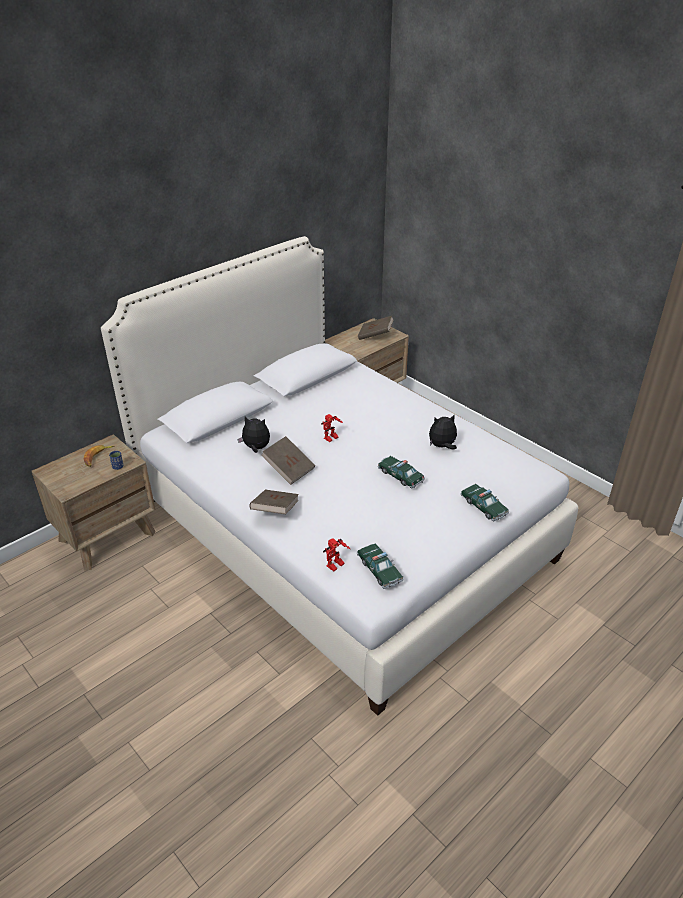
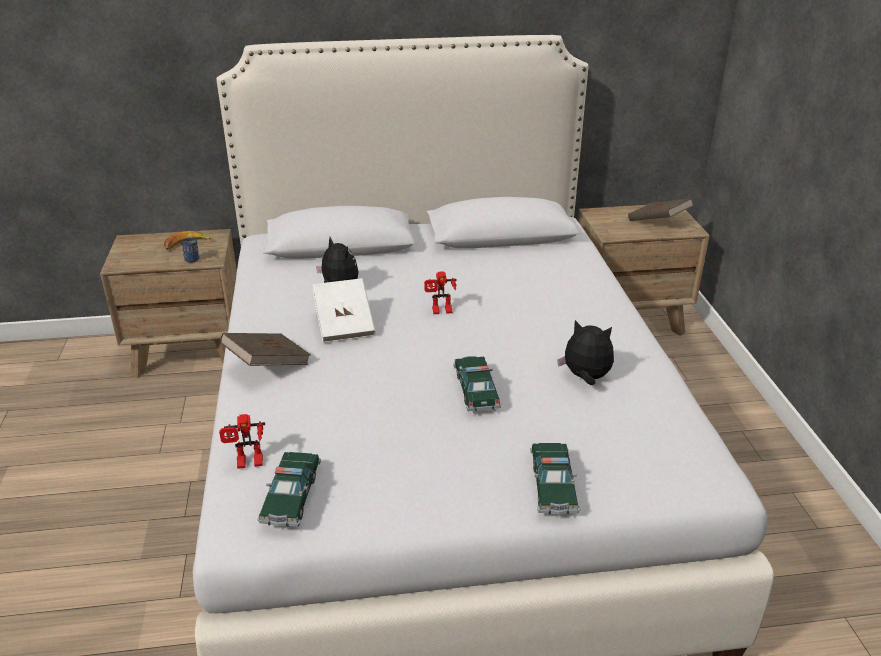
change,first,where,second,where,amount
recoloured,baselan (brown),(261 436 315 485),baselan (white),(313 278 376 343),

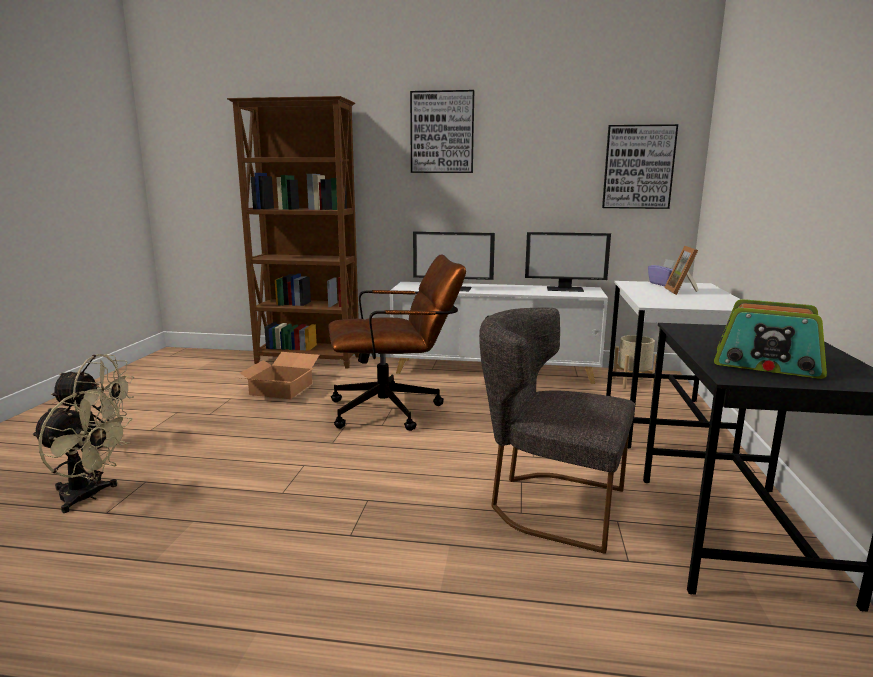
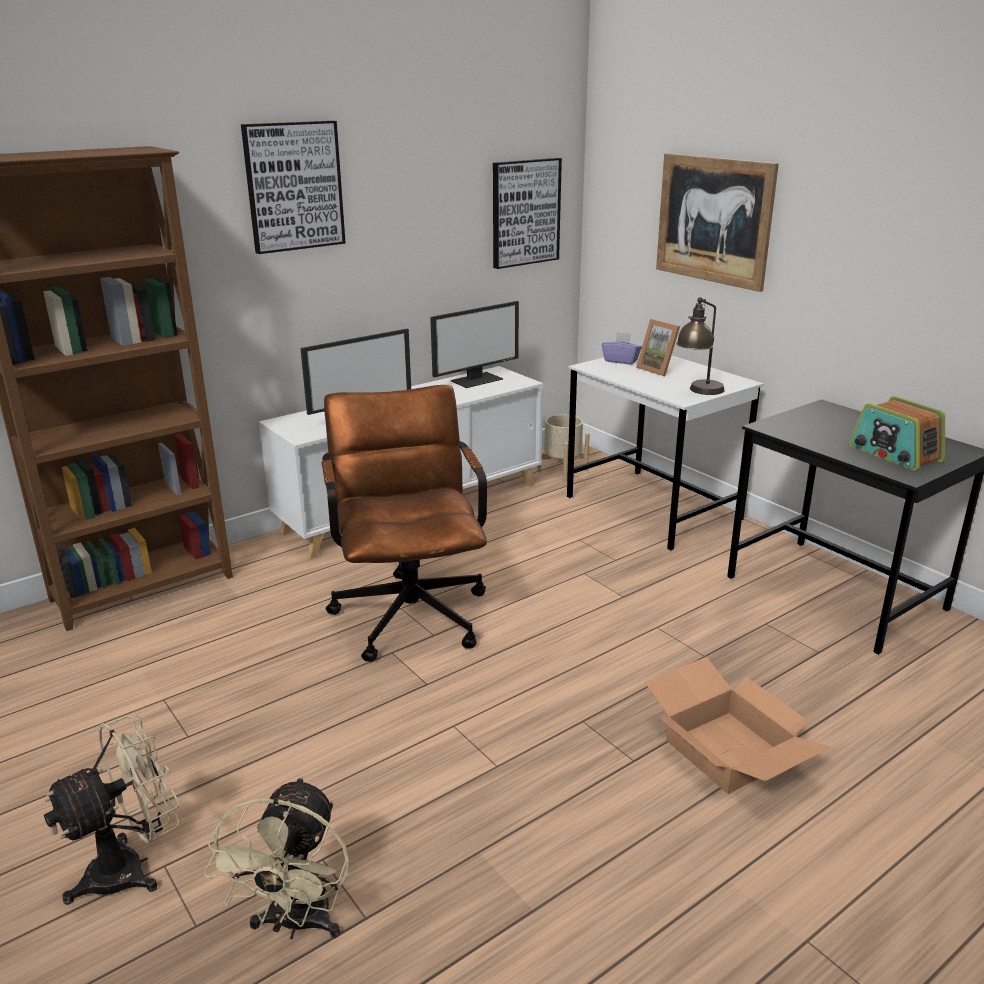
change,first,where,second,where,amount
turned,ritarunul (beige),(32 391 132 513),,(204 776 350 939),120 degrees clockwise
turned,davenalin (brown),(328 255 466 431),,(322 385 487 662),45 degrees counterclockwise
moved,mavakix,(240 352 319 399),,(645 657 831 794),
added,,,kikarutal,(656 153 779 292),
added,,,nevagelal,(676 297 725 395),
turned,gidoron,(714 299 827 379),,(849 396 945 471),75 degrees clockwise
removed,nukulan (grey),(479 308 635 554),,,

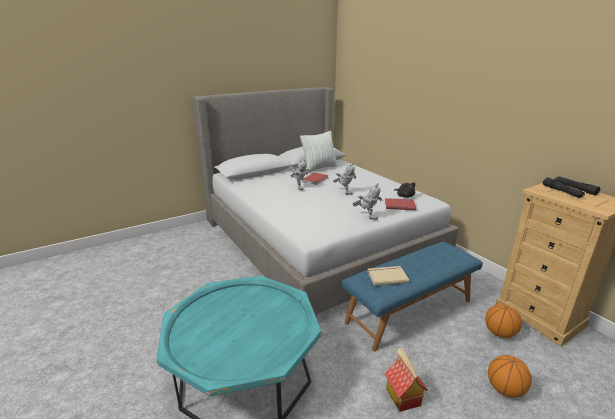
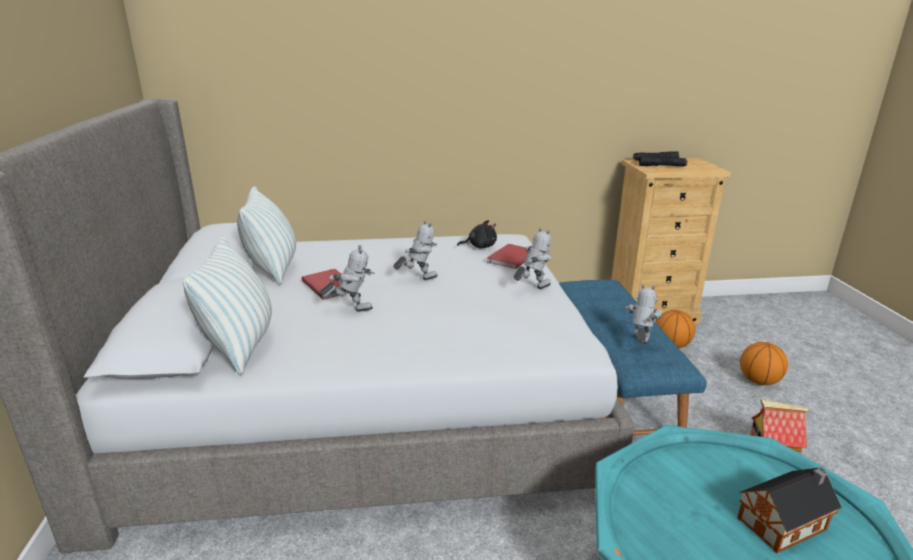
change,first,where,second,where,amount
added,,,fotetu,(183 237 272 375),
replaced,baselan (beige),(367 266 409 286),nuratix,(626 284 662 344),
added,,,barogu,(737 467 842 553),

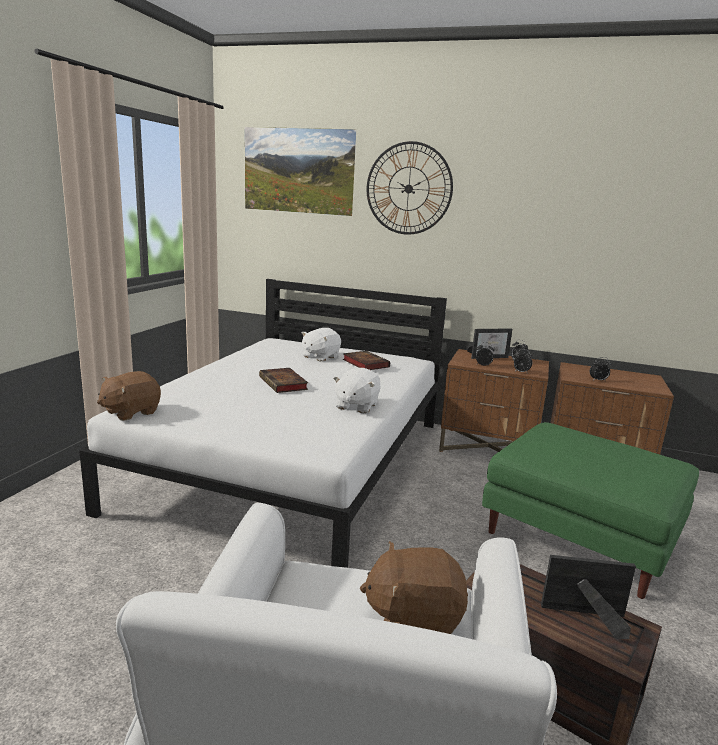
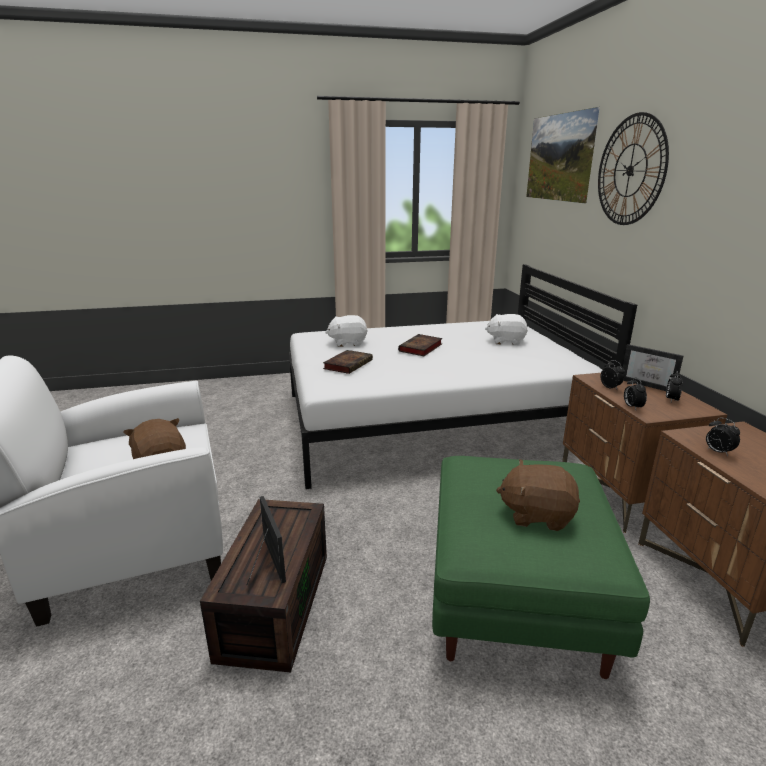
change,first,where,second,where,amount
moved,baselan,(343 351 390 370),,(323 350 373 374),
moved,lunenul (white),(333 368 381 413),,(325 315 368 347),
moved,lunenul (brown),(97 371 161 421),,(496 459 580 531),

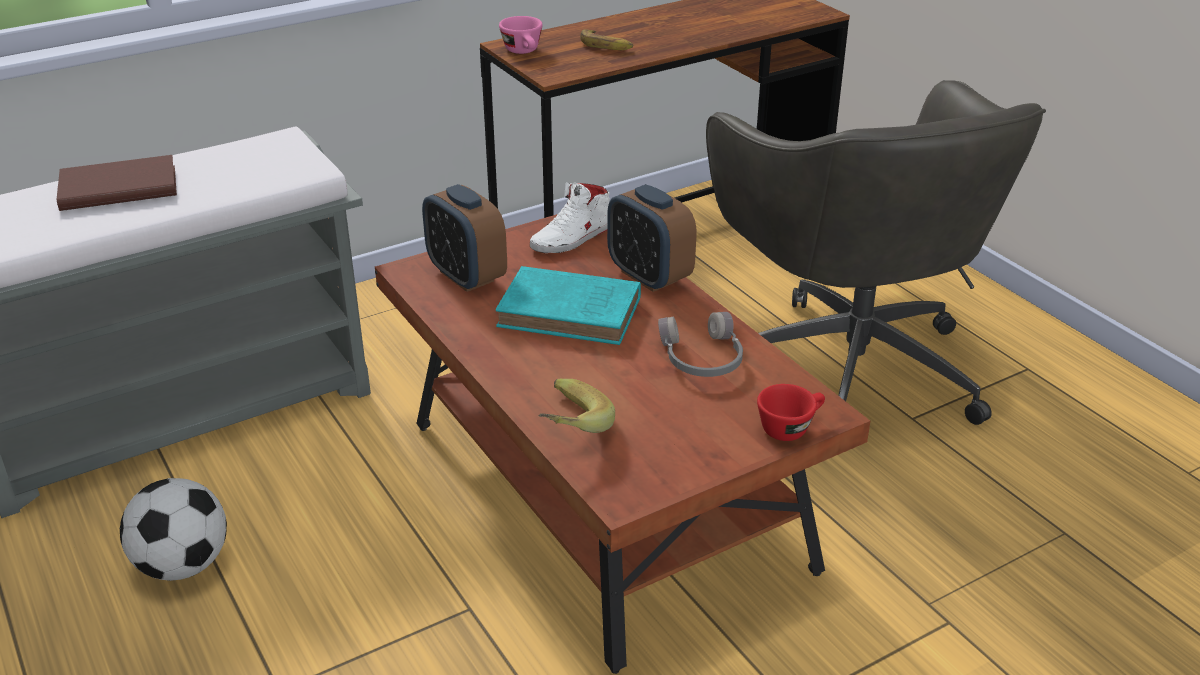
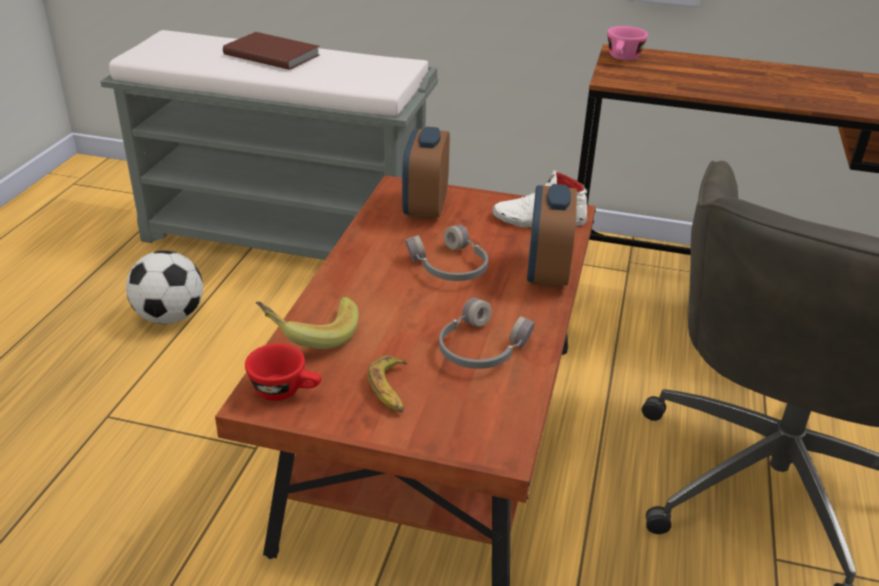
change,first,where,second,where,amount
moved,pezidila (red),(757 384 825 441),,(245 343 322 401),
moved,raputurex,(580 29 633 50),,(367 355 407 412),
replaced,baselan (turquoise),(496 266 641 345),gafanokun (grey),(405 225 488 281),

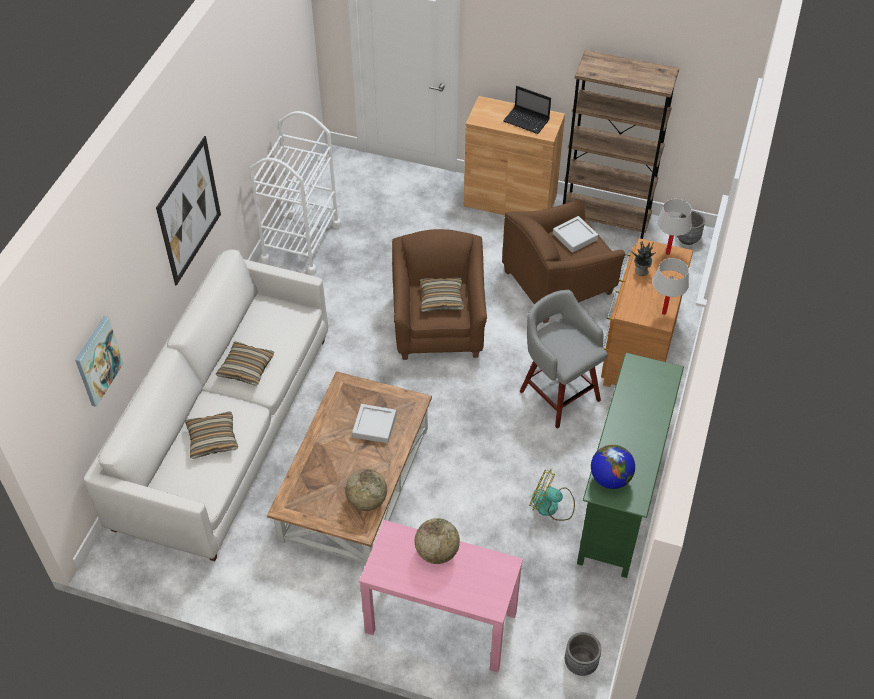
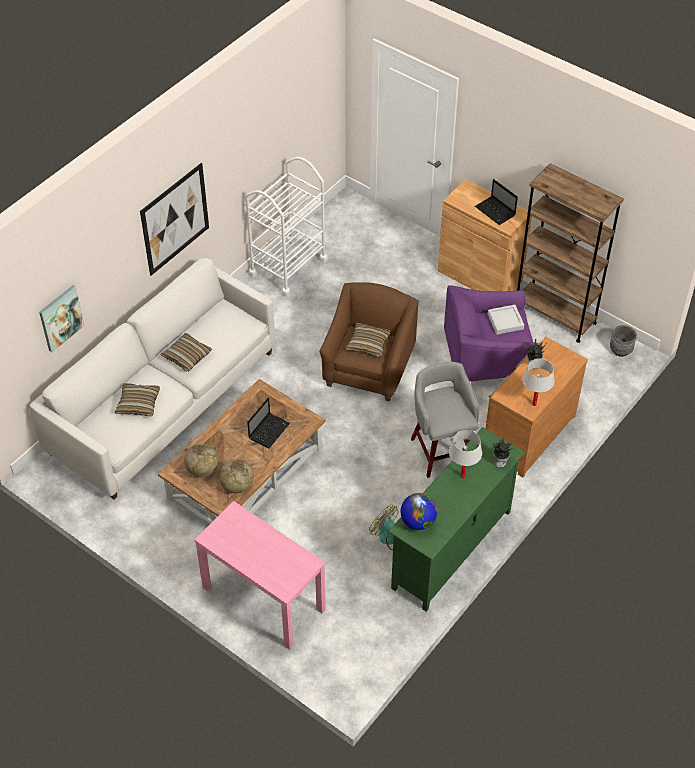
change,first,where,second,where,amount
moved,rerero,(415 518 460 564),,(184 444 218 478),
replaced,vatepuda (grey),(352 404 396 444),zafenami,(247 397 290 448),
recoloured,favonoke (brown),(502 199 625 323),favonoke (purple),(444 285 538 381),
moved,nevagelal (white),(657 199 692 255),,(449 430 482 478),
added,,,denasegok,(491 436 515 468),
removed,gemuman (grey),(565 632 601 676),,,

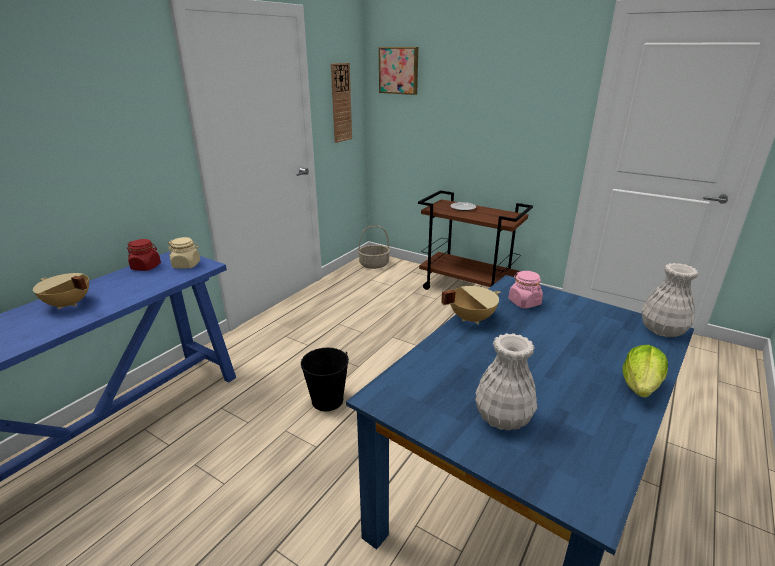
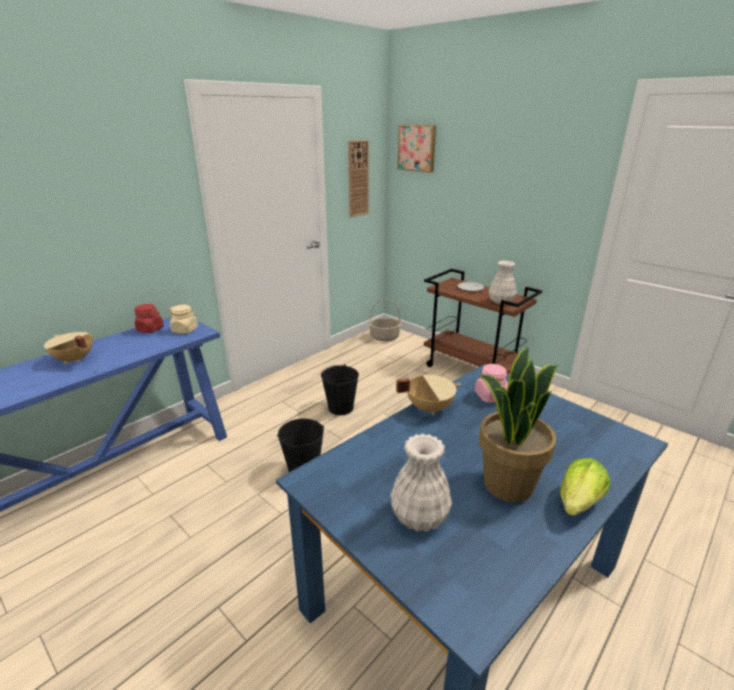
change,first,where,second,where,amount
added,,,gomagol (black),(321 364 359 415),
added,,,denasegok,(479 346 558 503),
moved,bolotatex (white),(642 263 699 337),,(489 261 517 304),

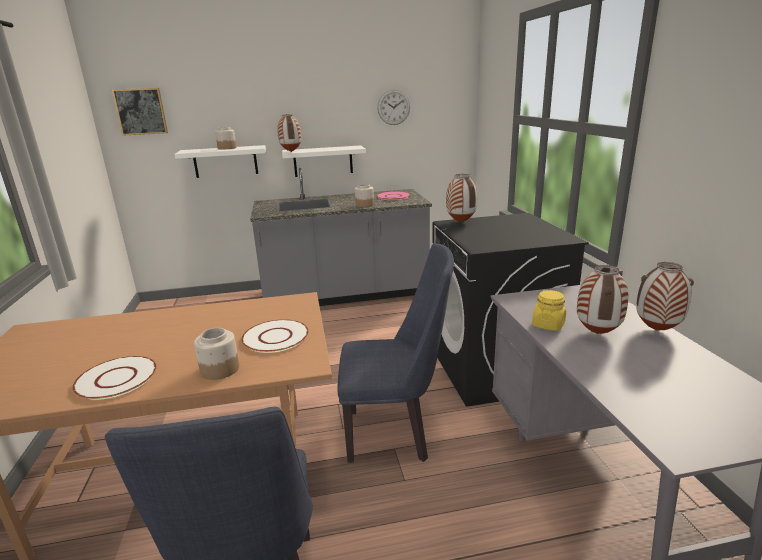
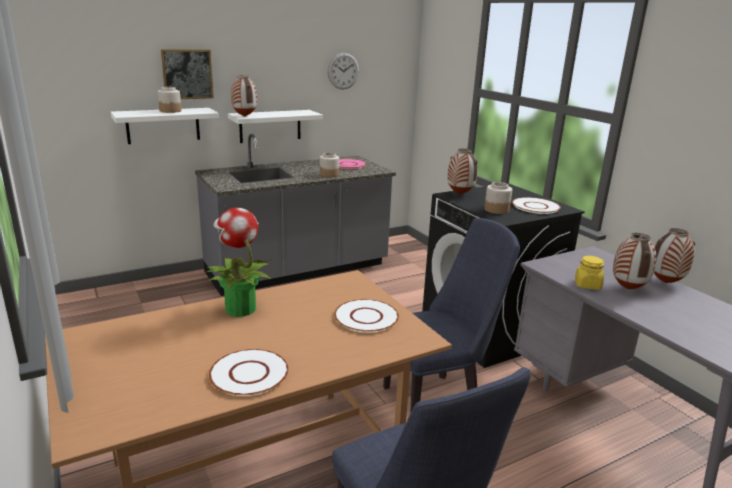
change,first,where,second,where,amount
moved,kikarutal,(112 88 168 136),,(161 49 214 99),
added,,,denasegok,(207 208 272 317),
moved,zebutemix,(194 328 239 380),,(484 182 512 214),
added,,,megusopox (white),(512 197 561 214),

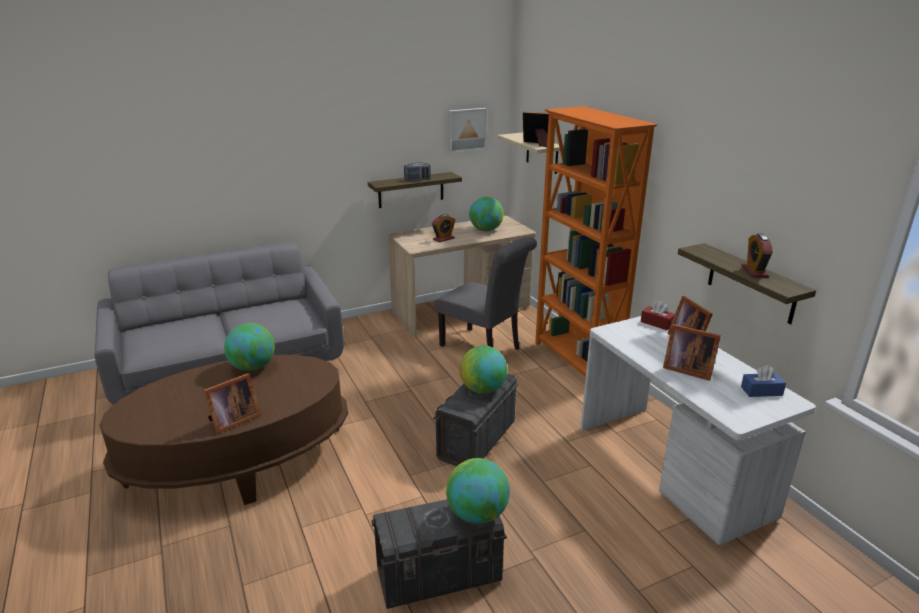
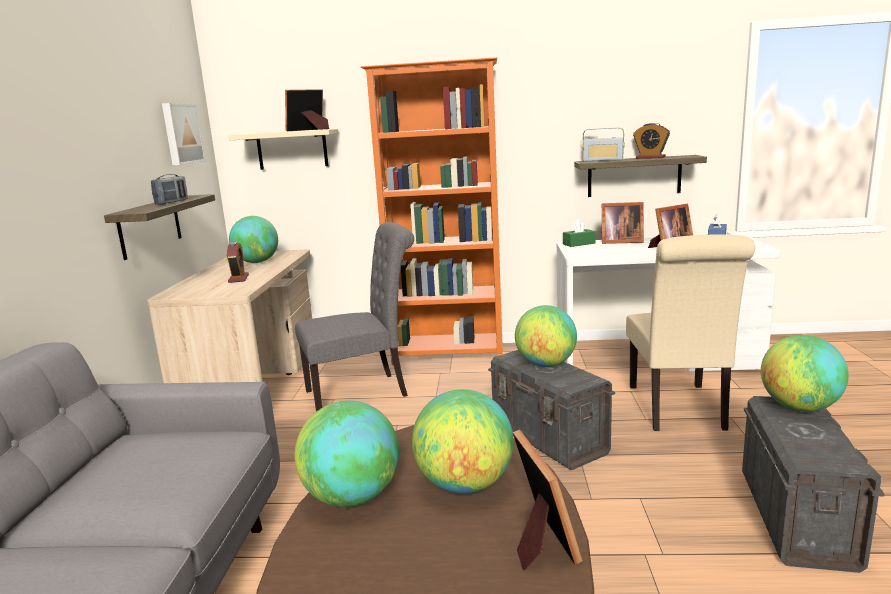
change,first,where,second,where,amount
added,,,rerero,(412 389 514 494),
recoloured,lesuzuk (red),(641 301 675 330),lesuzuk (green),(563 219 596 247),
added,,,gidoron,(582 128 625 161),
added,,,nukulan (beige),(626 234 755 431),

